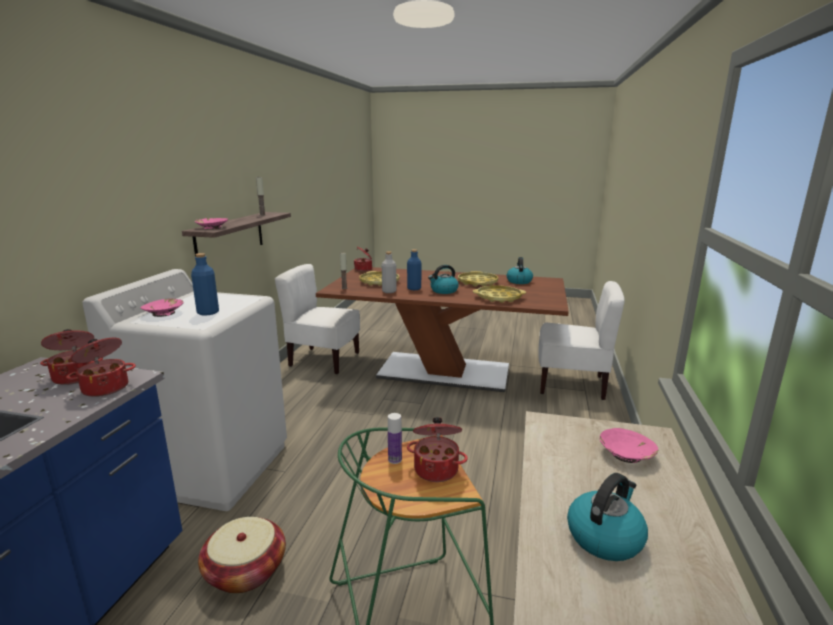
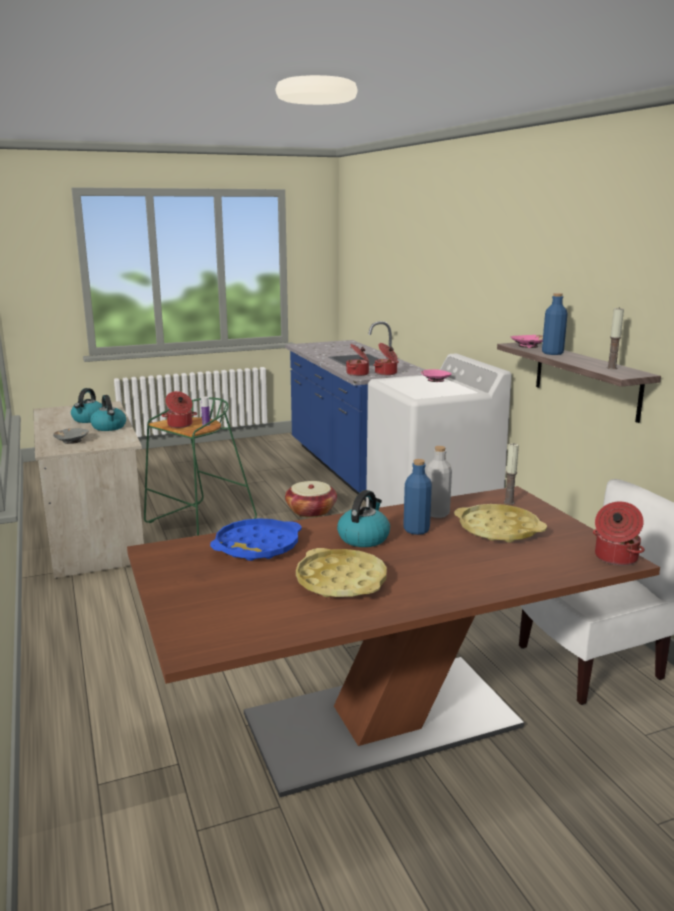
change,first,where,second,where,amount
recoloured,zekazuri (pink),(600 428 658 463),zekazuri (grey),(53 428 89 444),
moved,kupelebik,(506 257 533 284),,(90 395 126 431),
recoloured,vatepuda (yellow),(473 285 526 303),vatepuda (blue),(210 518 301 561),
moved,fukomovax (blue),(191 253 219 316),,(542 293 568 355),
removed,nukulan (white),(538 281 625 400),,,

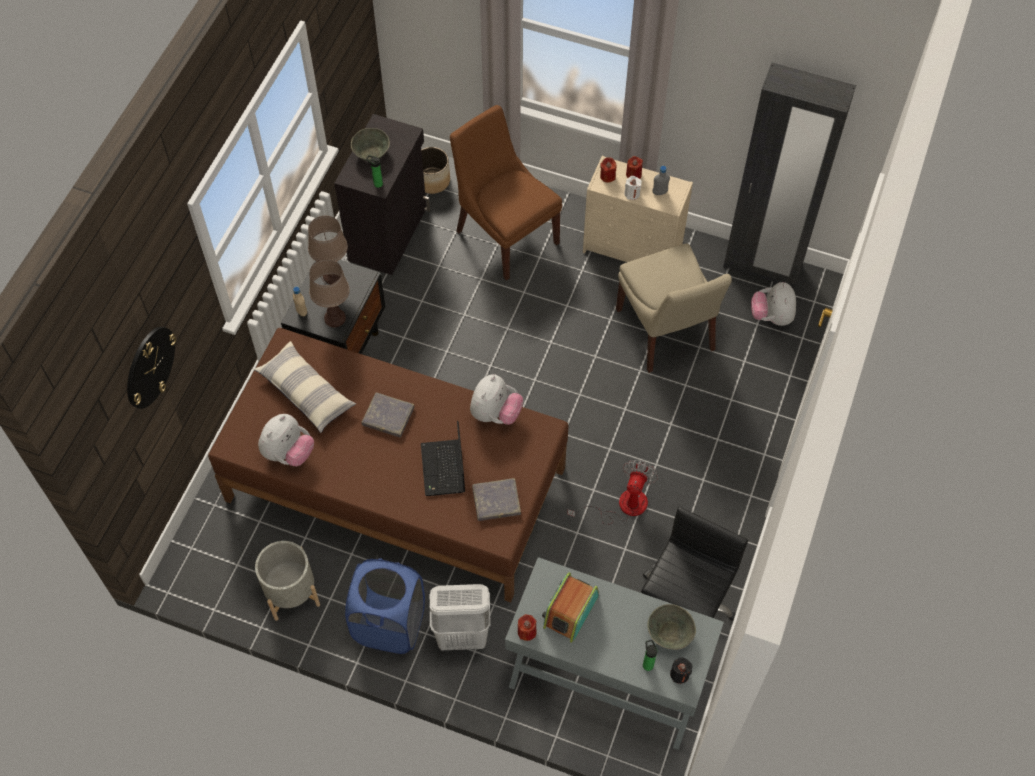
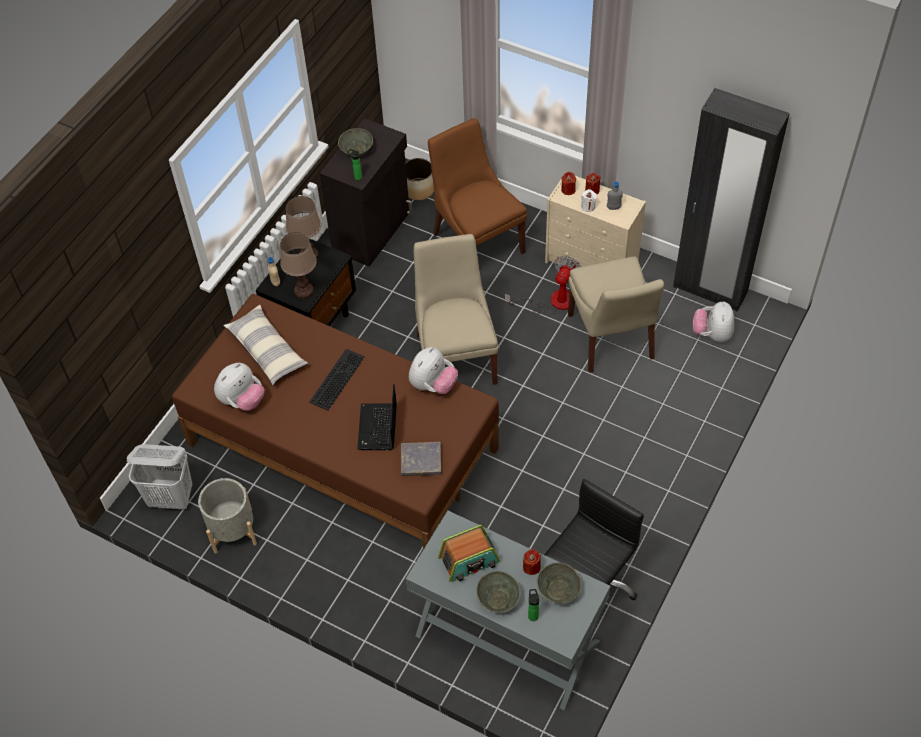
change,first,where,second,where,amount
moved,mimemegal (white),(430 584 491 650),,(127 444 192 510),
replaced,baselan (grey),(361 393 415 438),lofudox,(309 349 365 410),
added,,,nukulan (beige),(413 234 499 385),
turned,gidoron,(542 572 599 643),,(438 525 500 582),150 degrees counterclockwise
added,,,zekazuri (grey),(476 571 521 613),
moved,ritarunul,(567 460 658 525),,(505 256 580 314),
moved,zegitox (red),(518 614 537 641),,(523 549 541 575),
removed,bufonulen,(127 327 176 409),,,
removed,mimemegal (blue),(345 559 425 654),,,
removed,zegitox (black),(670 657 692 684),,,

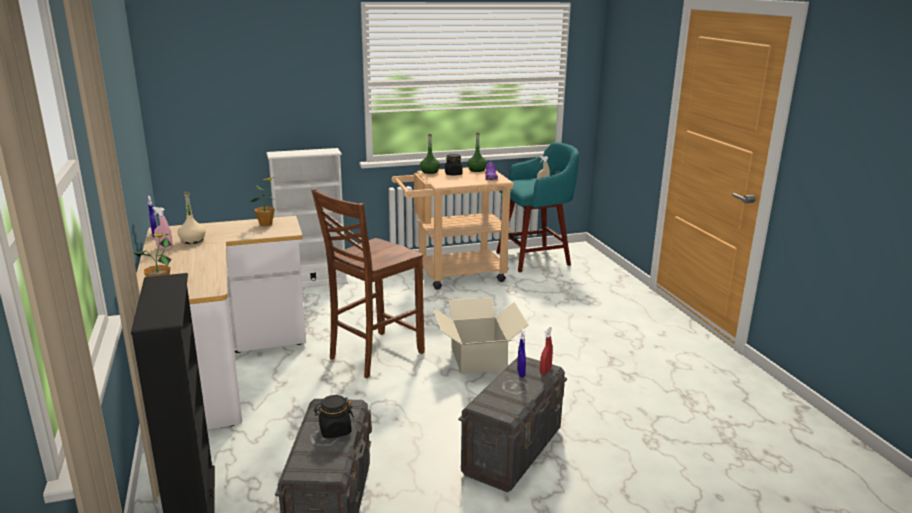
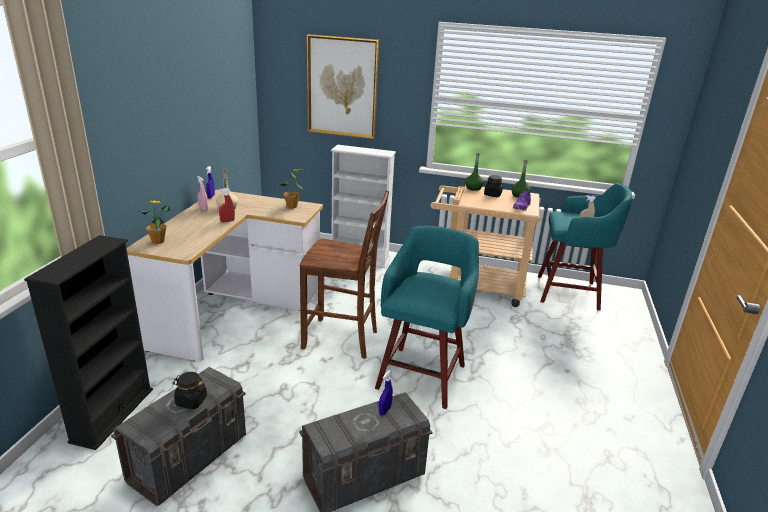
change,first,where,second,where,amount
moved,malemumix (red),(540 327 553 375),,(219 188 235 222),
turned,nukulan (brown),(311 189 425 378),,(300 190 389 359),150 degrees counterclockwise
added,,,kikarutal,(307 34 379 139),
replaced,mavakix,(433 297 529 374),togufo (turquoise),(375 226 479 409),

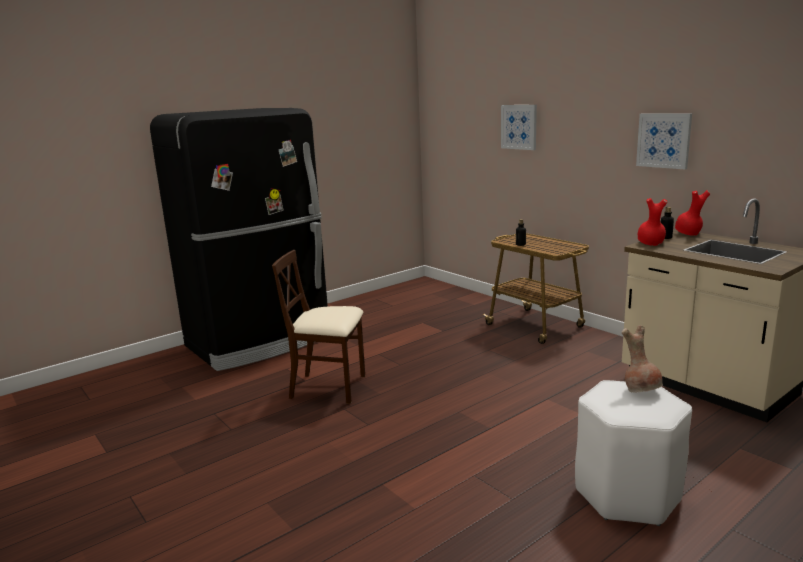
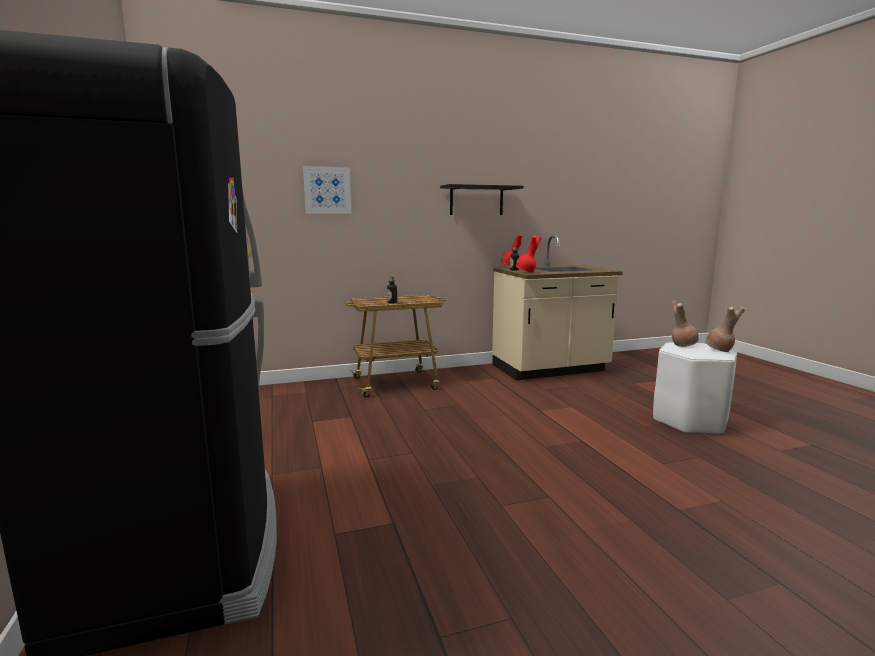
change,first,where,second,where,amount
replaced,kikarutal,(636 113 692 169),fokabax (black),(440 184 524 215),
added,,,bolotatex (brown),(705 306 745 352),
removed,nukulan (beige),(272 250 365 404),,,

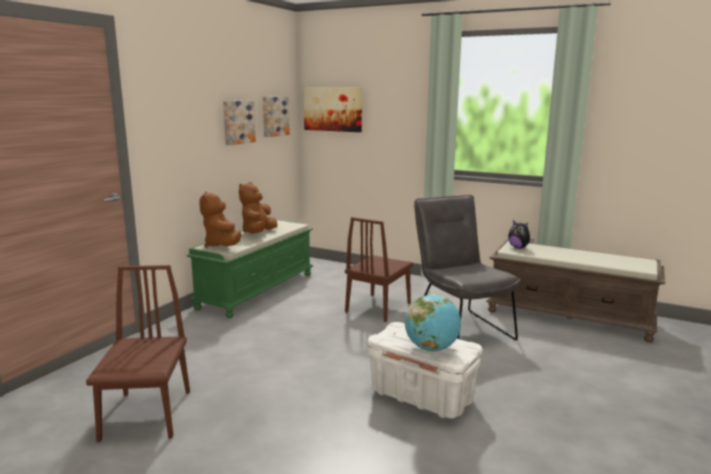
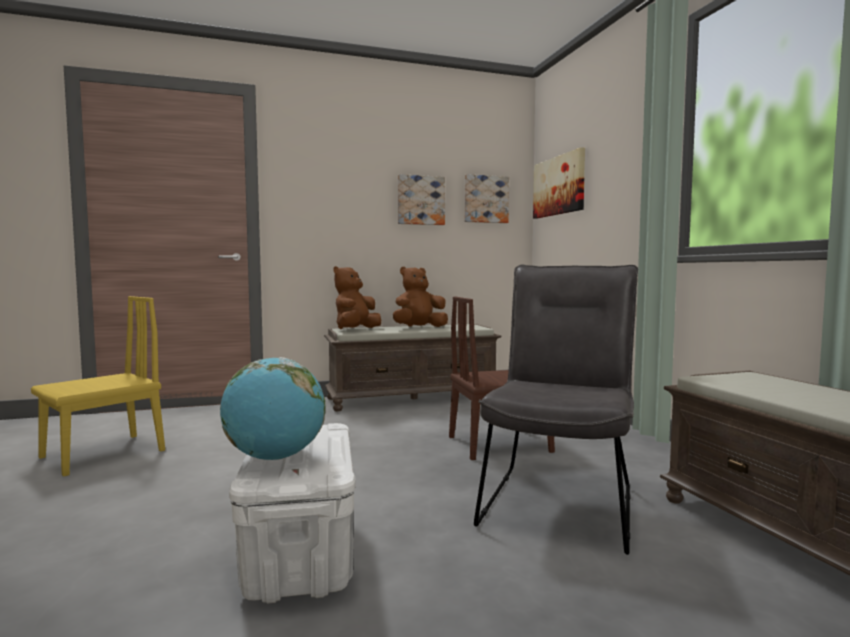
change,first,where,second,where,amount
recoloured,nukulan (brown),(86 265 190 442),nukulan (yellow),(31 296 165 477),
recoloured,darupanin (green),(186 220 313 318),darupanin (brown),(324 324 501 411),
removed,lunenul,(508 220 534 248),,,

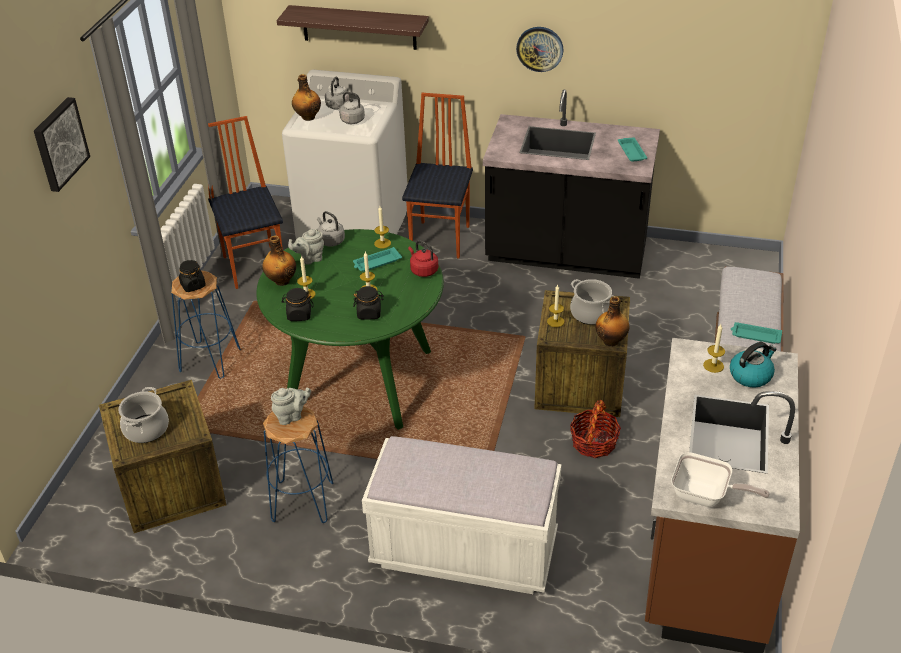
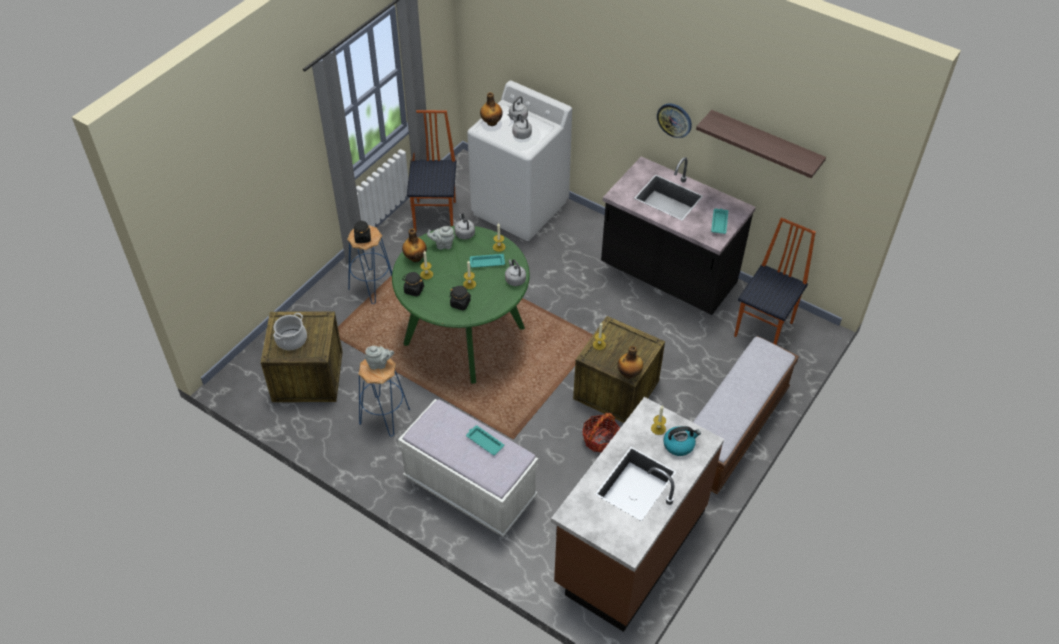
change,first,where,second,where,amount
moved,vatepuda (turquoise),(731 322 782 344),,(466 425 504 456),
recoloured,kupelebik (red),(408 240 438 277),kupelebik (grey),(505 259 526 286),
moved,fokabax,(277 5 429 50),,(696 110 826 178),
moved,nukulan,(402 93 473 258),,(734 218 816 345),
removed,kikarutal,(34 97 90 192),,,
removed,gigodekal,(570 279 614 325),,,
removed,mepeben,(671 452 770 507),,,

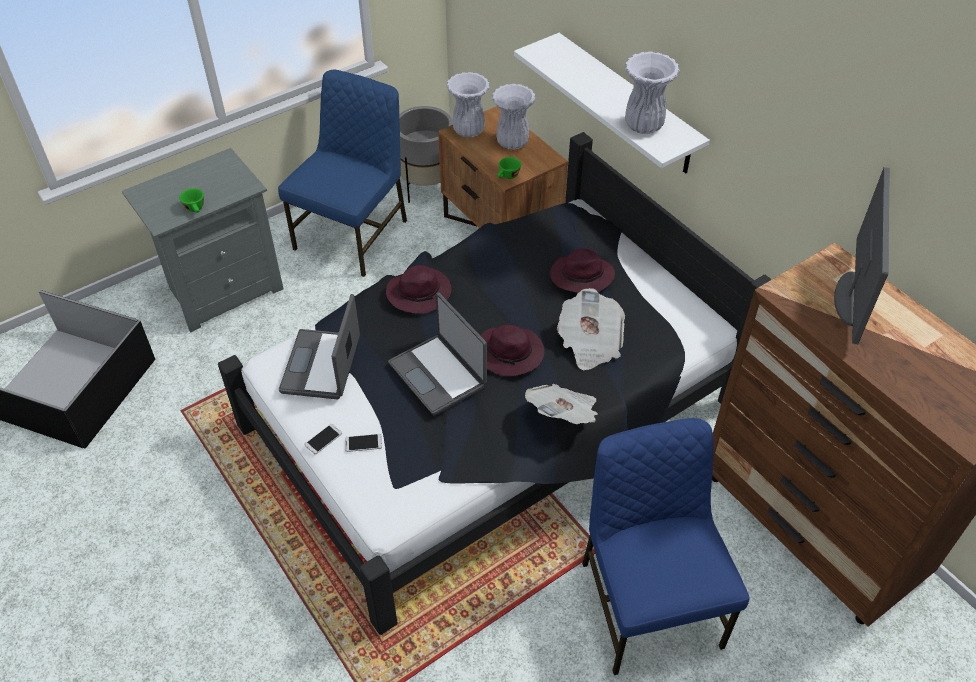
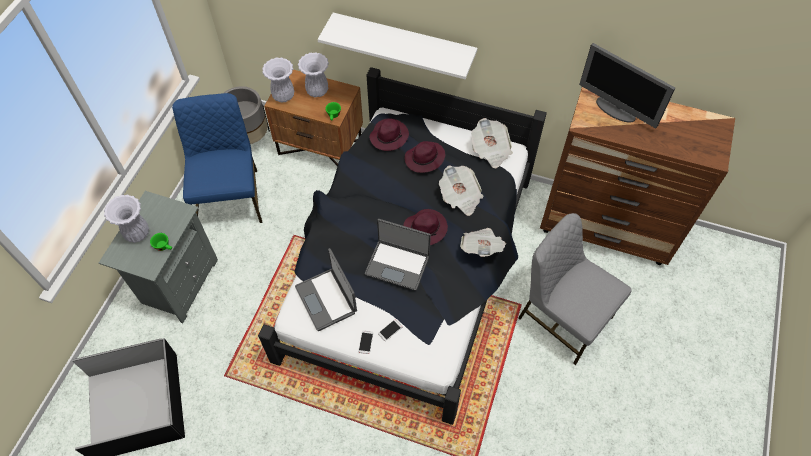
change,first,where,second,where,amount
moved,bolotatex (white),(625 51 680 134),,(104 195 149 243),
moved,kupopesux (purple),(386 265 451 314),,(369 118 409 151),
added,,,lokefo,(471 118 513 168),
recoloured,nukulan (blue),(582 418 749 675),nukulan (grey),(518 213 631 365),
turned,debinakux,(834 167 890 344),,(579 43 675 128),150 degrees clockwise

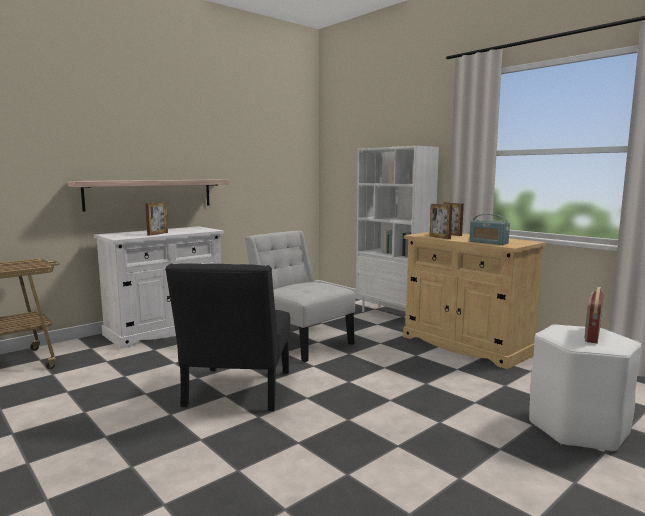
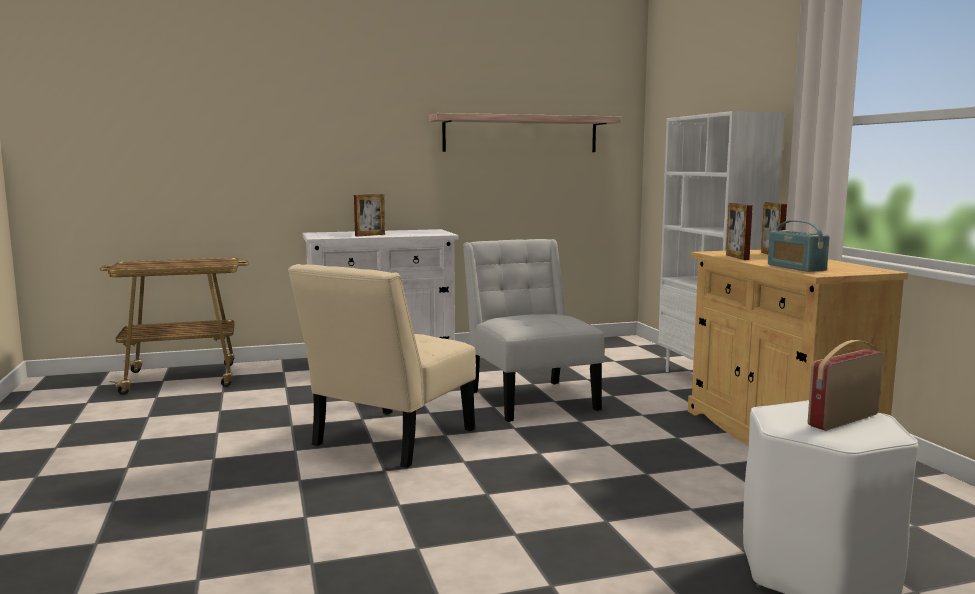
change,first,where,second,where,amount
recoloured,nukulan (black),(165 263 290 411),nukulan (beige),(288 264 476 468),
moved,fokabax,(68 180 229 212),,(429 113 621 152),

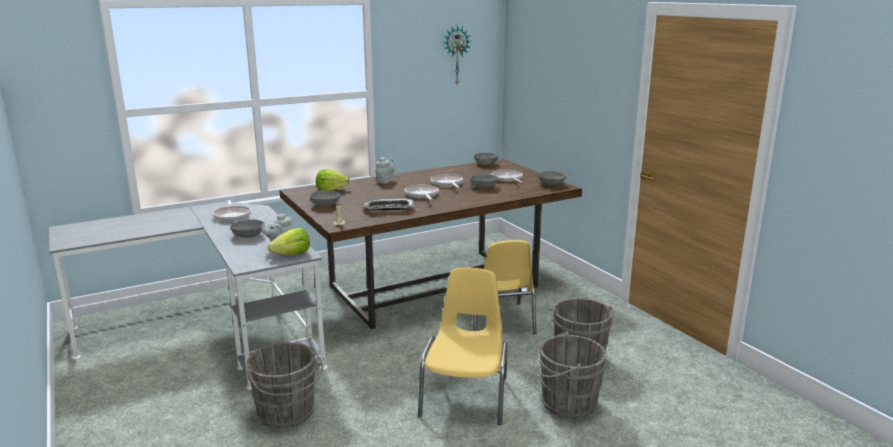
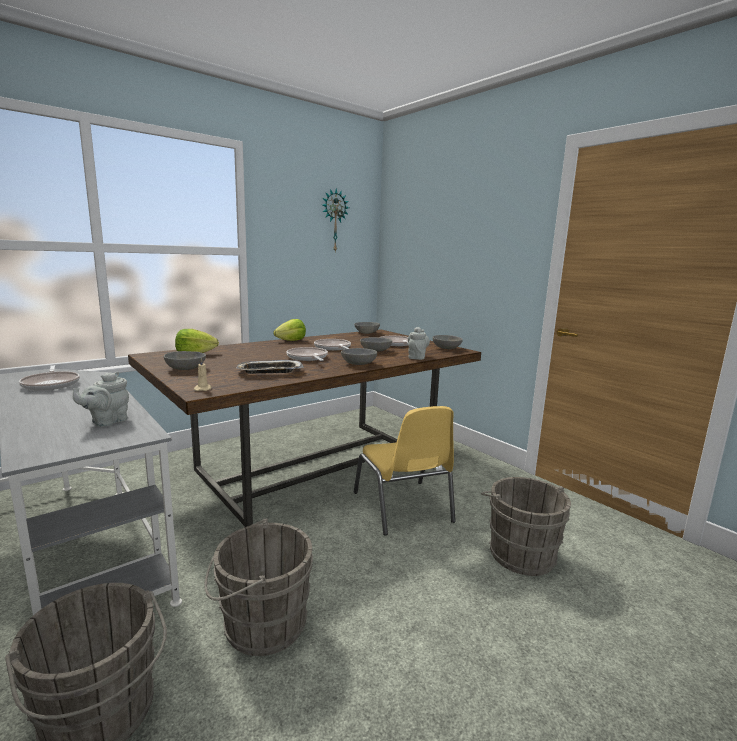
change,first,where,second,where,amount
moved,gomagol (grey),(533 332 607 419),,(204 519 313 656),
moved,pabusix,(268 228 310 255),,(274 319 306 341),
moved,zekazuri (grey),(230 219 265 238),,(341 348 377 365),
moved,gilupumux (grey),(375 157 395 184),,(408 327 430 360),
removed,nukulan (yellow),(418 267 508 425),,,

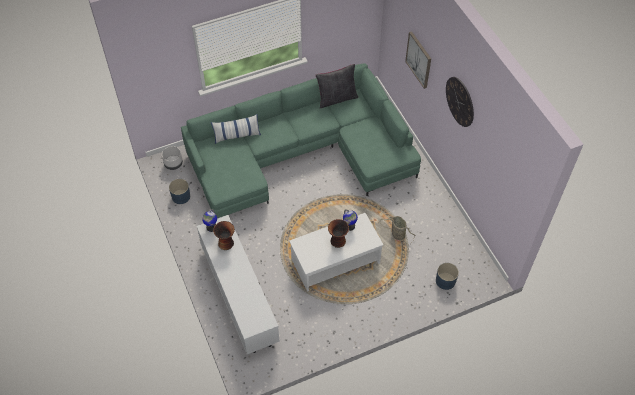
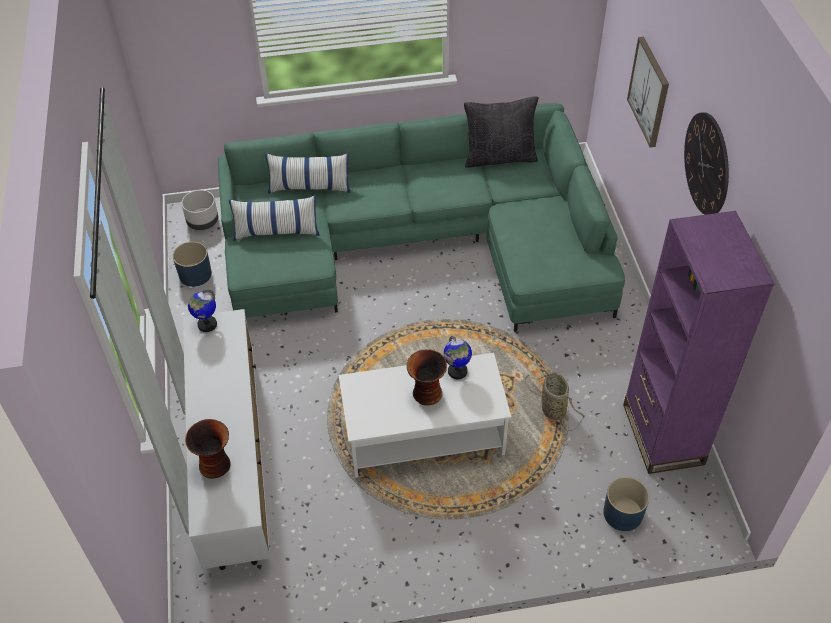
change,first,where,second,where,amount
moved,bolotatex,(213 221 235 250),,(185 419 231 479),
added,,,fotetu,(229 195 319 241),
added,,,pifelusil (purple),(623 211 774 474),

